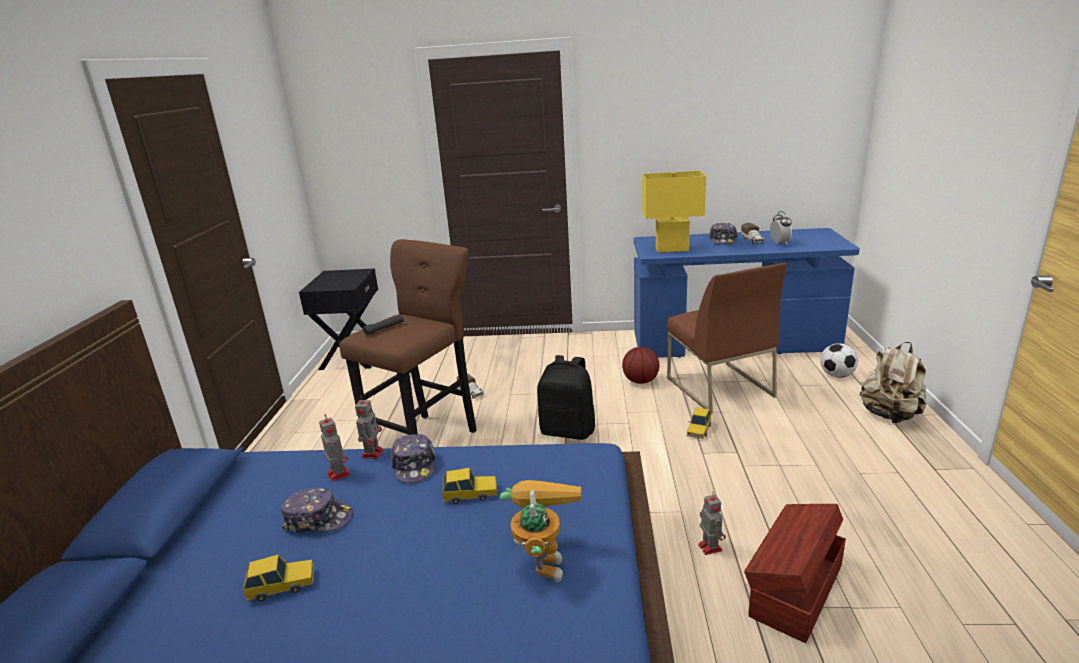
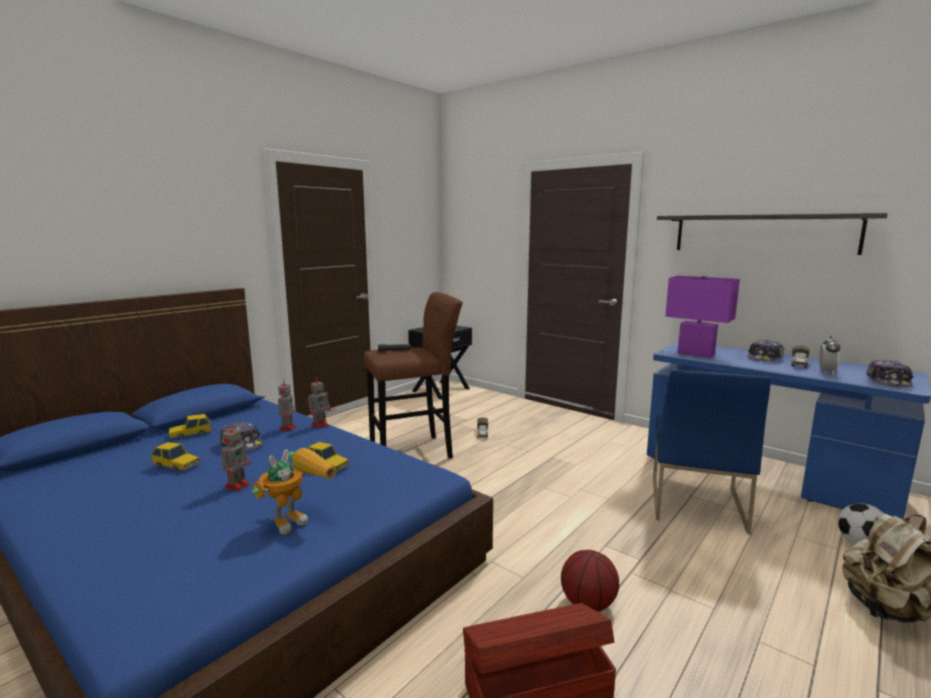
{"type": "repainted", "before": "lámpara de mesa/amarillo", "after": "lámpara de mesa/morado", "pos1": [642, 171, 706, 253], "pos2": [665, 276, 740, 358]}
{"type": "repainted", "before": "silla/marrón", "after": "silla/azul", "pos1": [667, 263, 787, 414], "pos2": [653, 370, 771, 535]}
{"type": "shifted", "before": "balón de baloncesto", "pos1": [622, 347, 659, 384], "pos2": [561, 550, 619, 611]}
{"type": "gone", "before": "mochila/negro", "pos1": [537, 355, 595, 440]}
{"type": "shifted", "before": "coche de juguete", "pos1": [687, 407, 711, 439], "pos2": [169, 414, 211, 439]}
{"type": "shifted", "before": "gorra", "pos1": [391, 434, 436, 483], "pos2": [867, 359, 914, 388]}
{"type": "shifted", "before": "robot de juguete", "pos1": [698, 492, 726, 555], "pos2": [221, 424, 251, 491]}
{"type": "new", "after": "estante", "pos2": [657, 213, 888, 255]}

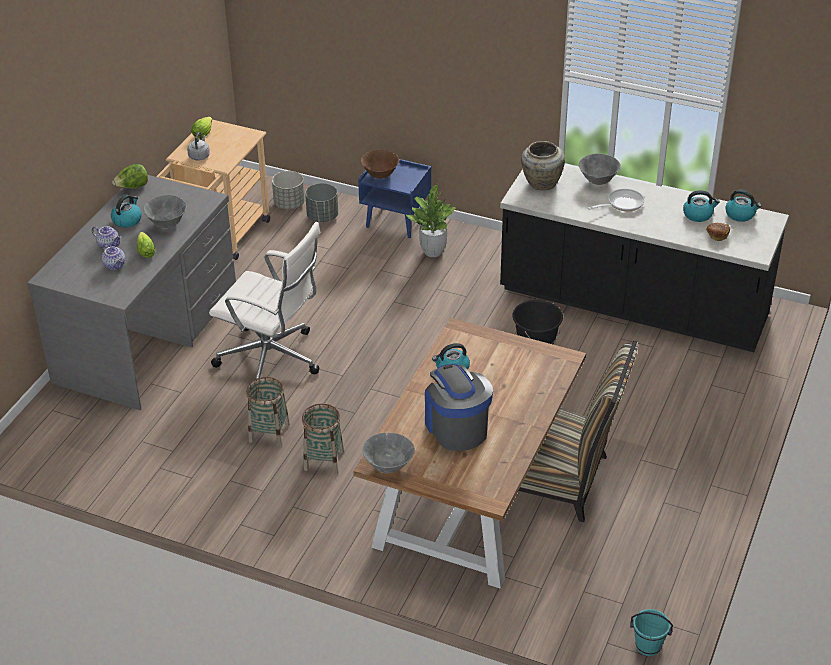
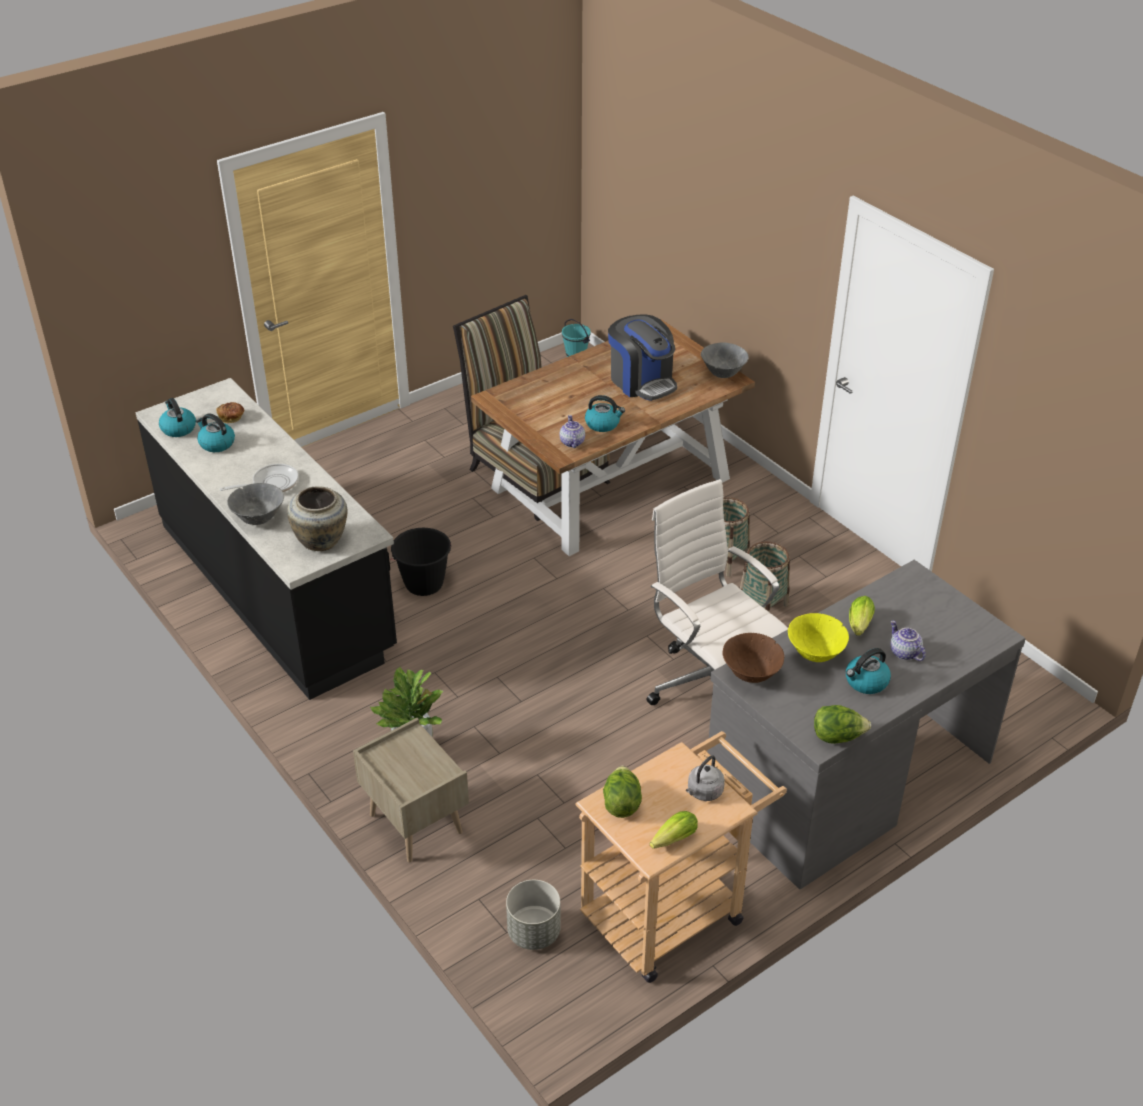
{"type": "shifted", "before": "cuenco/marrón", "pos1": [361, 150, 399, 179], "pos2": [722, 633, 784, 683]}
{"type": "repainted", "before": "mesita de noche/azul", "after": "mesita de noche/beis", "pos1": [358, 159, 431, 238], "pos2": [353, 718, 469, 862]}
{"type": "gone", "before": "maceta/gris", "pos1": [305, 183, 338, 222]}
{"type": "rotated", "before": "sartén", "pos1": [588, 189, 644, 212], "pos2": [220, 464, 299, 492], "turn": 150}
{"type": "repainted", "before": "cuenco/gris", "after": "cuenco/amarillo", "pos1": [144, 195, 186, 228], "pos2": [788, 613, 849, 662]}
{"type": "shifted", "before": "tetera", "pos1": [102, 244, 125, 270], "pos2": [559, 415, 585, 448]}
{"type": "rotated", "before": "cafetera", "pos1": [425, 364, 493, 451], "pos2": [608, 314, 677, 401], "turn": -45}
{"type": "new", "after": "lechuga", "pos2": [603, 766, 642, 818]}

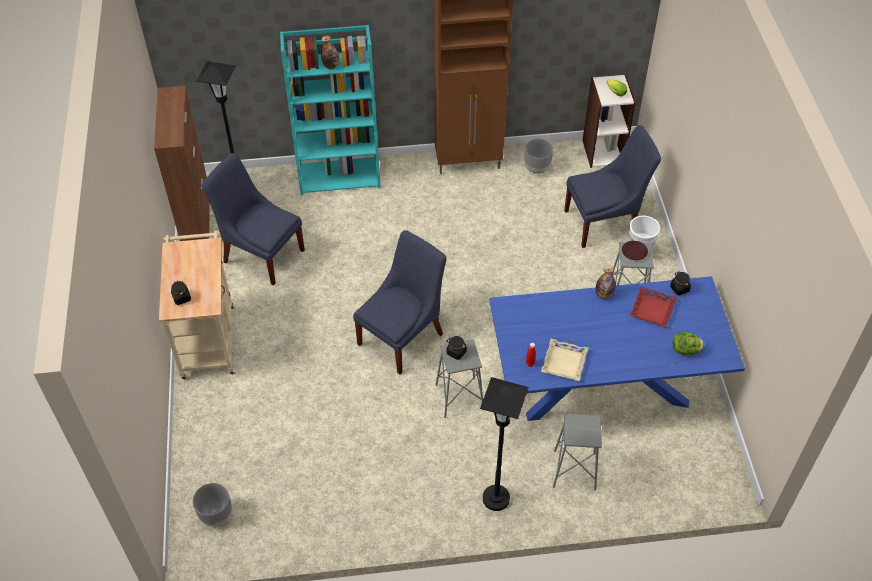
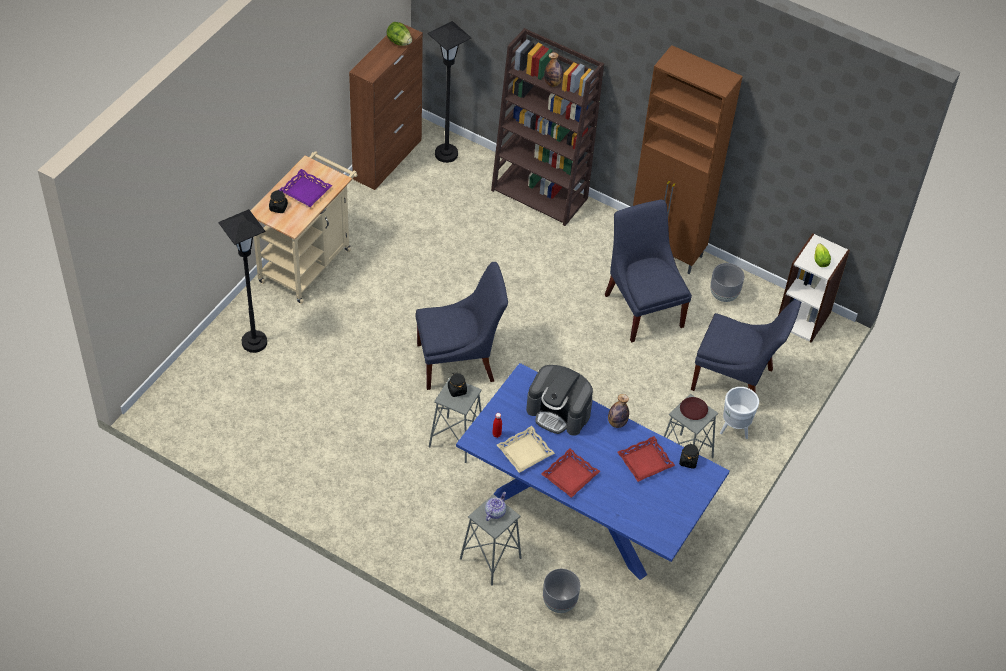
{"type": "repainted", "before": "estantería/turquesa", "after": "estantería/marrón", "pos1": [280, 25, 381, 195], "pos2": [491, 28, 604, 226]}
{"type": "shifted", "before": "silla/azul", "pos1": [202, 153, 305, 286], "pos2": [605, 200, 692, 342]}
{"type": "shifted", "before": "lechuga", "pos1": [673, 332, 704, 355], "pos2": [387, 22, 412, 46]}
{"type": "shifted", "before": "lámpara de pie/negro", "pos1": [480, 377, 529, 511], "pos2": [218, 209, 267, 353]}
{"type": "shifted", "before": "maceta/gris", "pos1": [193, 483, 232, 527], "pos2": [543, 569, 580, 613]}
{"type": "new", "after": "bandeja/morado", "pos2": [279, 169, 332, 207]}
{"type": "new", "after": "cafetera", "pos2": [526, 365, 593, 436]}
{"type": "new", "after": "bandeja/rojo", "pos2": [542, 448, 600, 498]}
{"type": "new", "after": "tetera", "pos2": [485, 492, 506, 521]}

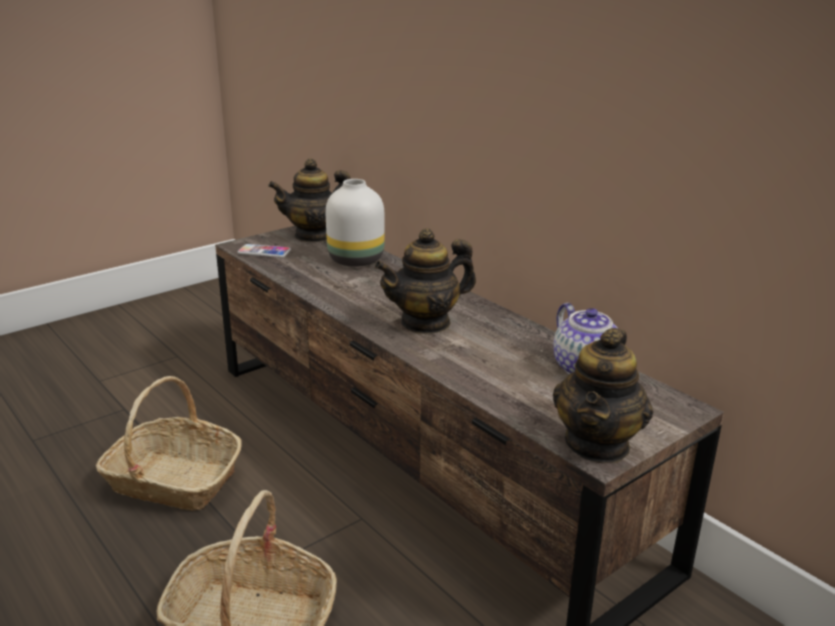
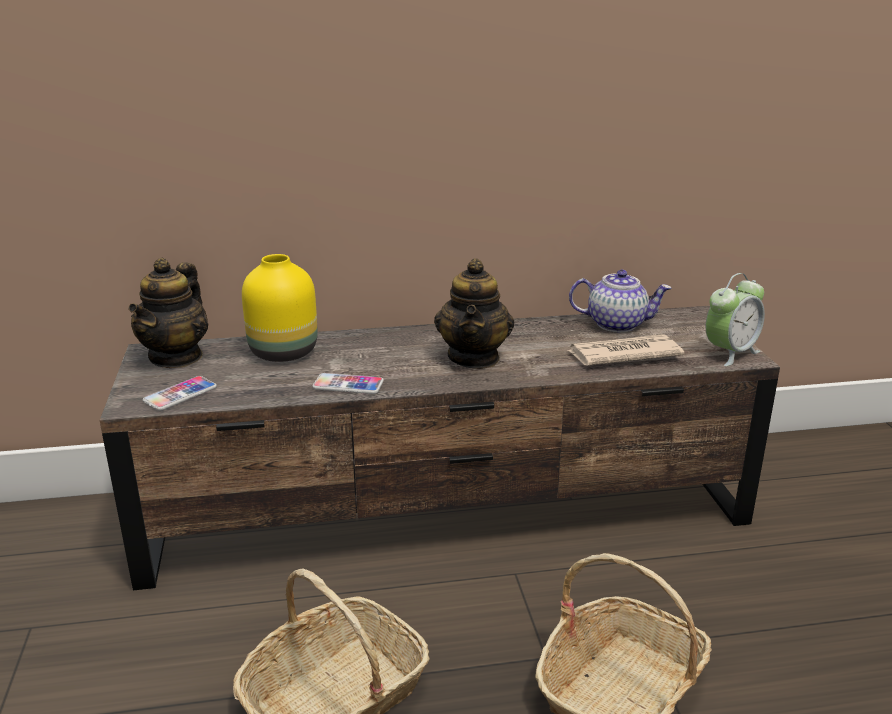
{"type": "repainted", "before": "florero/blanco", "after": "florero/amarillo", "pos1": [326, 179, 385, 267], "pos2": [242, 254, 318, 362]}
{"type": "swapped", "before": "tetera", "after": "despertador", "pos1": [553, 328, 653, 463], "pos2": [706, 273, 765, 366]}
{"type": "new", "after": "periódico", "pos2": [567, 334, 684, 366]}
{"type": "new", "after": "móvil", "pos2": [312, 373, 384, 394]}

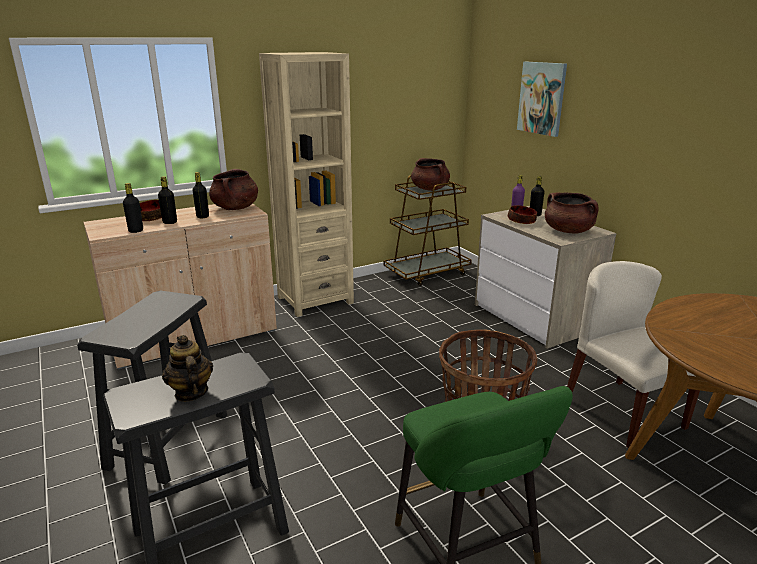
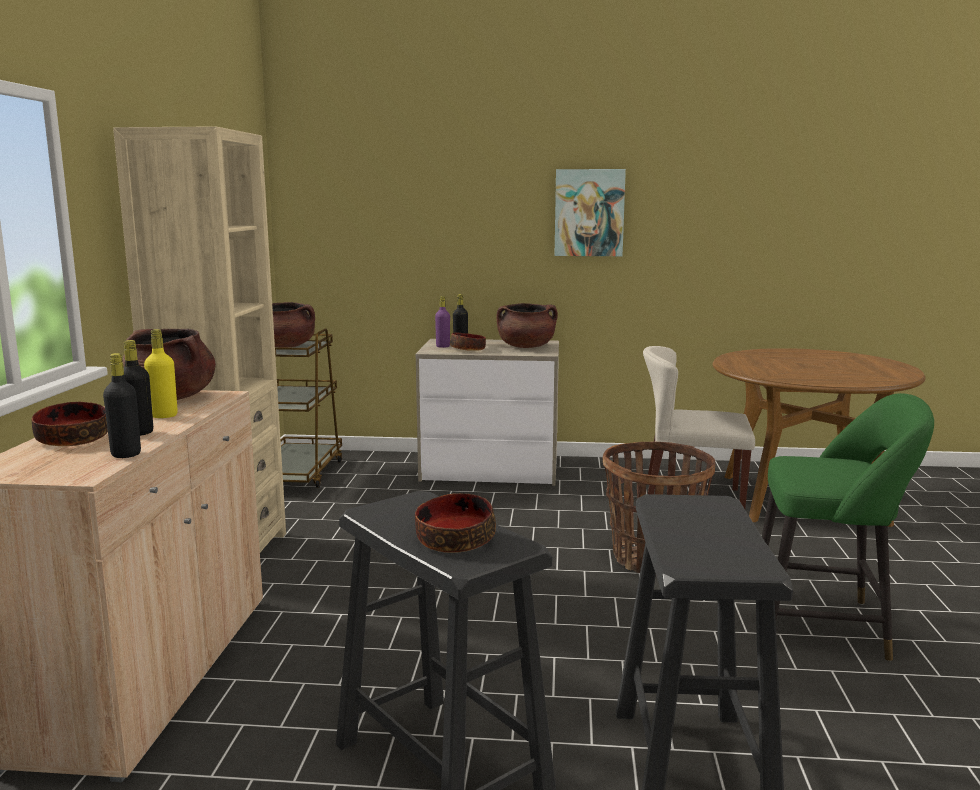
{"type": "shifted", "before": "cuadro", "pos1": [517, 62, 567, 137], "pos2": [555, 169, 626, 256]}
{"type": "repainted", "before": "botella/negro", "after": "botella/amarillo", "pos1": [192, 172, 209, 218], "pos2": [144, 329, 178, 418]}
{"type": "gone", "before": "tetera", "pos1": [162, 335, 213, 402]}
{"type": "new", "after": "cuenco", "pos2": [415, 493, 496, 553]}

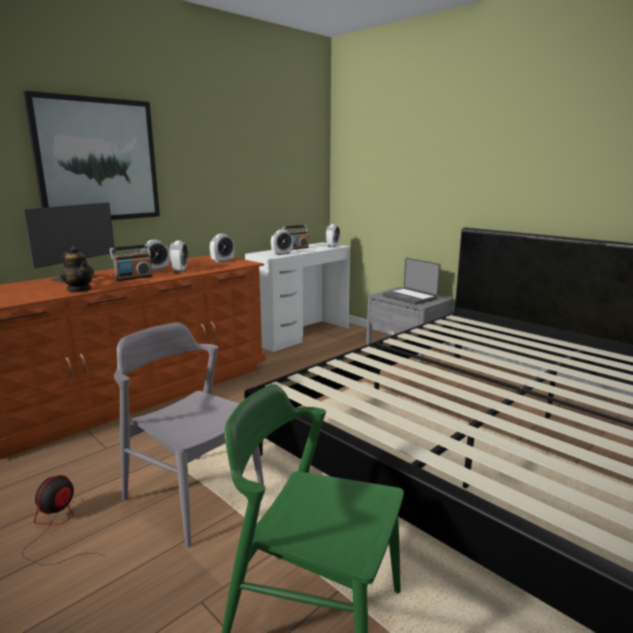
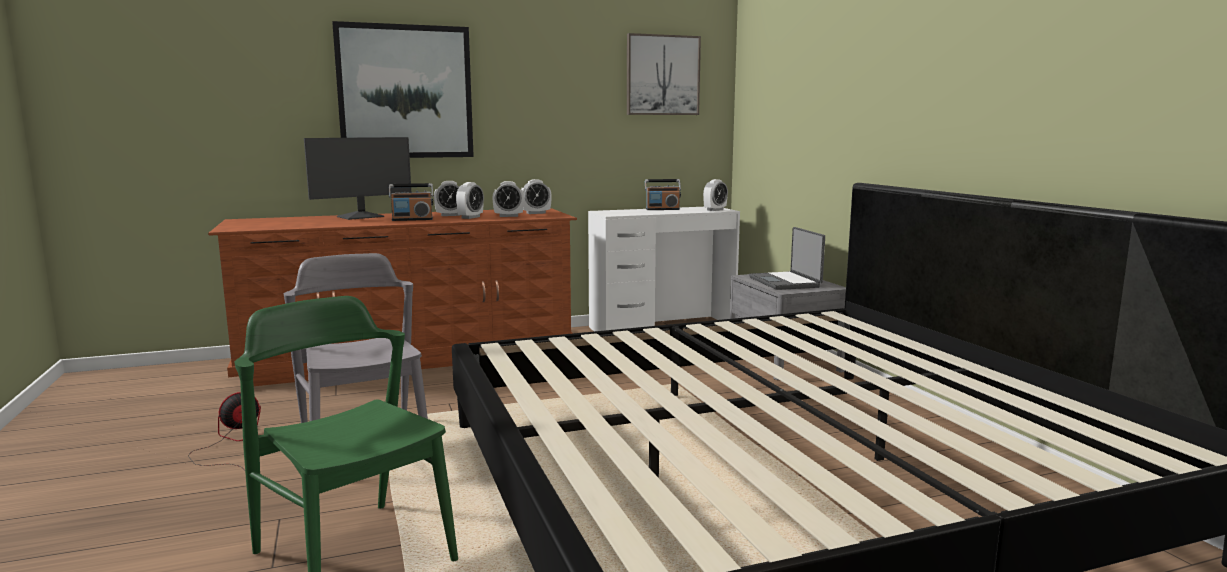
{"type": "shifted", "before": "despertador", "pos1": [271, 230, 293, 255], "pos2": [492, 181, 524, 217]}
{"type": "gone", "before": "tetera", "pos1": [60, 246, 94, 291]}
{"type": "new", "after": "cuadro", "pos2": [627, 33, 701, 115]}

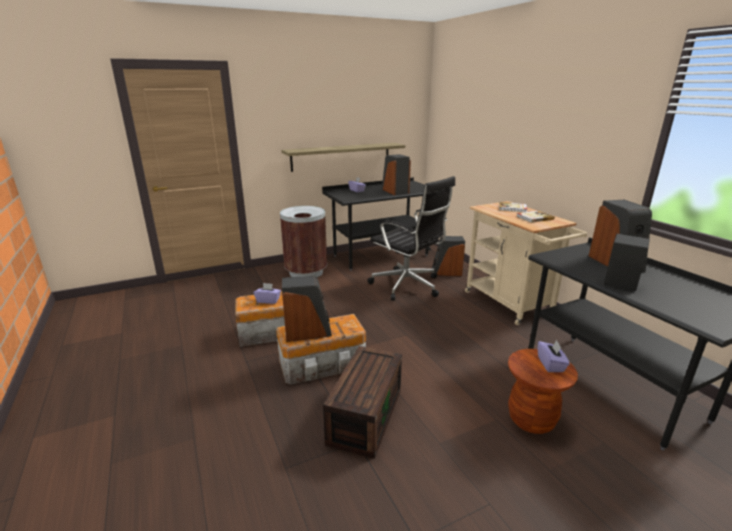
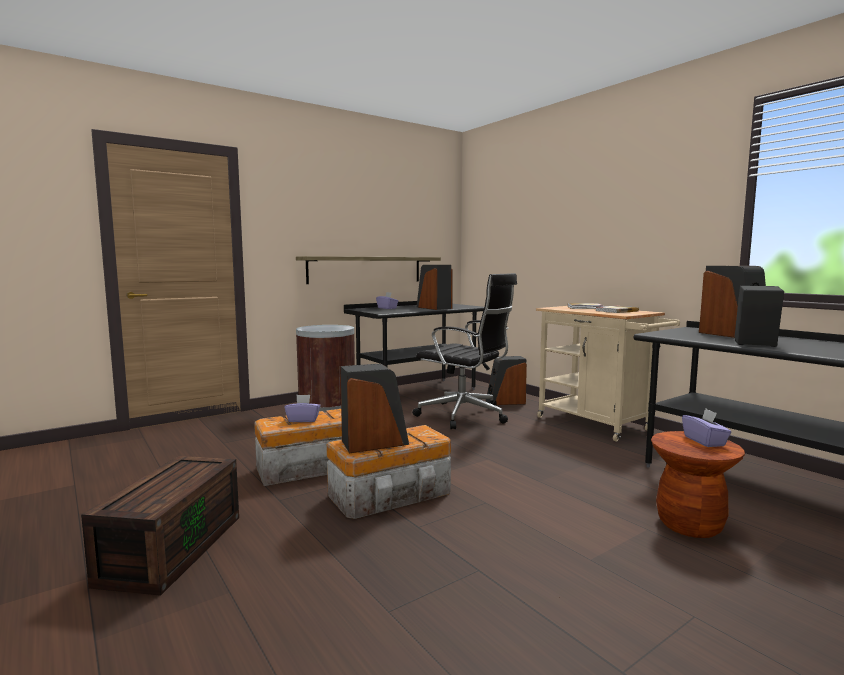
{"type": "shifted", "before": "caja de almacenaje/marrón", "pos1": [323, 346, 402, 459], "pos2": [81, 456, 239, 596]}

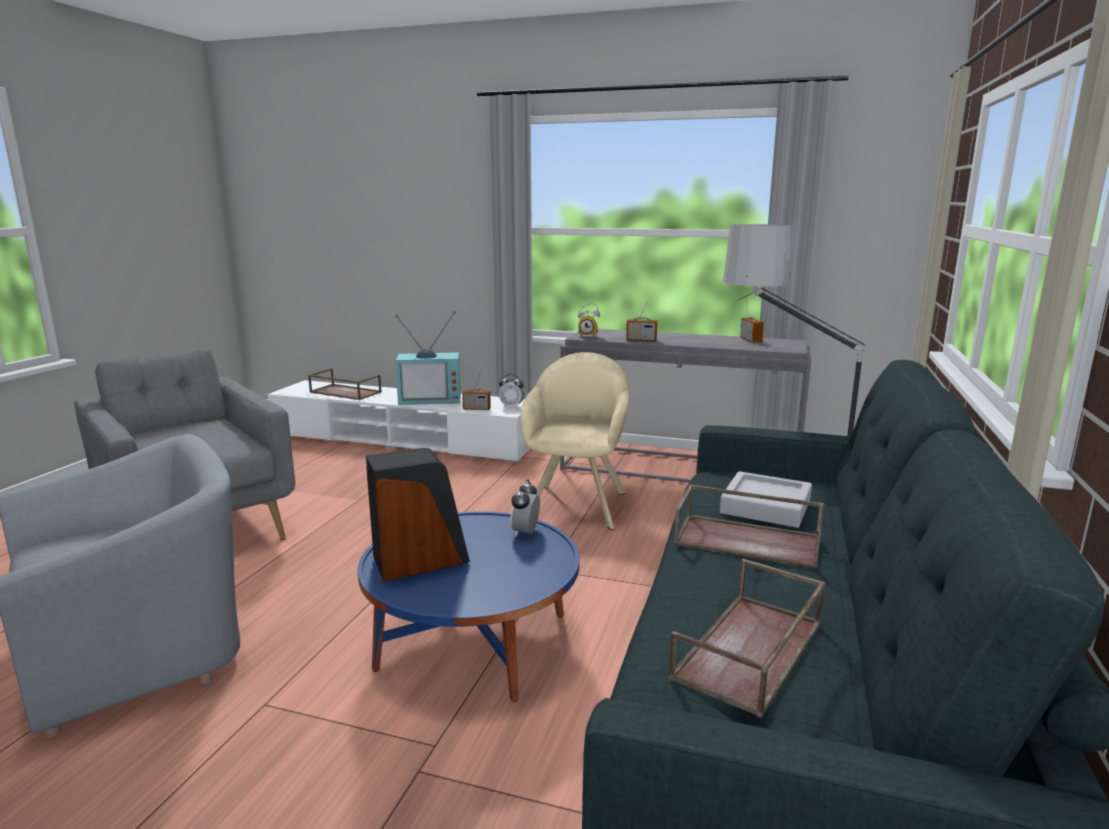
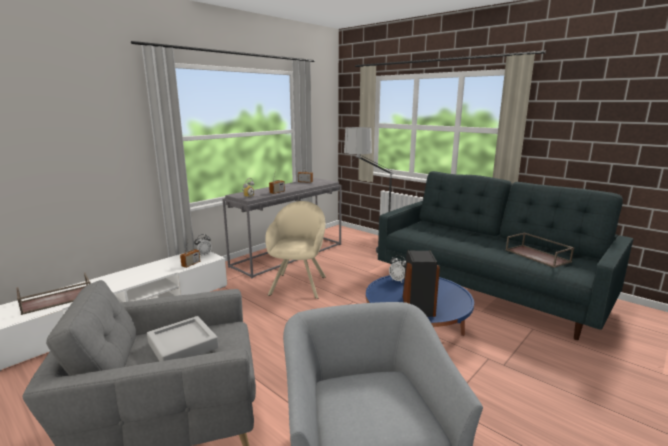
{"type": "gone", "before": "televisor", "pos1": [395, 310, 460, 405]}
{"type": "rotated", "before": "sillón/beis", "pos1": [521, 352, 630, 530], "pos2": [265, 201, 326, 299], "turn": 60}
{"type": "shifted", "before": "bandeja/gris", "pos1": [720, 471, 812, 528], "pos2": [147, 316, 218, 361]}
{"type": "gone", "before": "bandeja/marrón", "pos1": [674, 484, 824, 569]}

